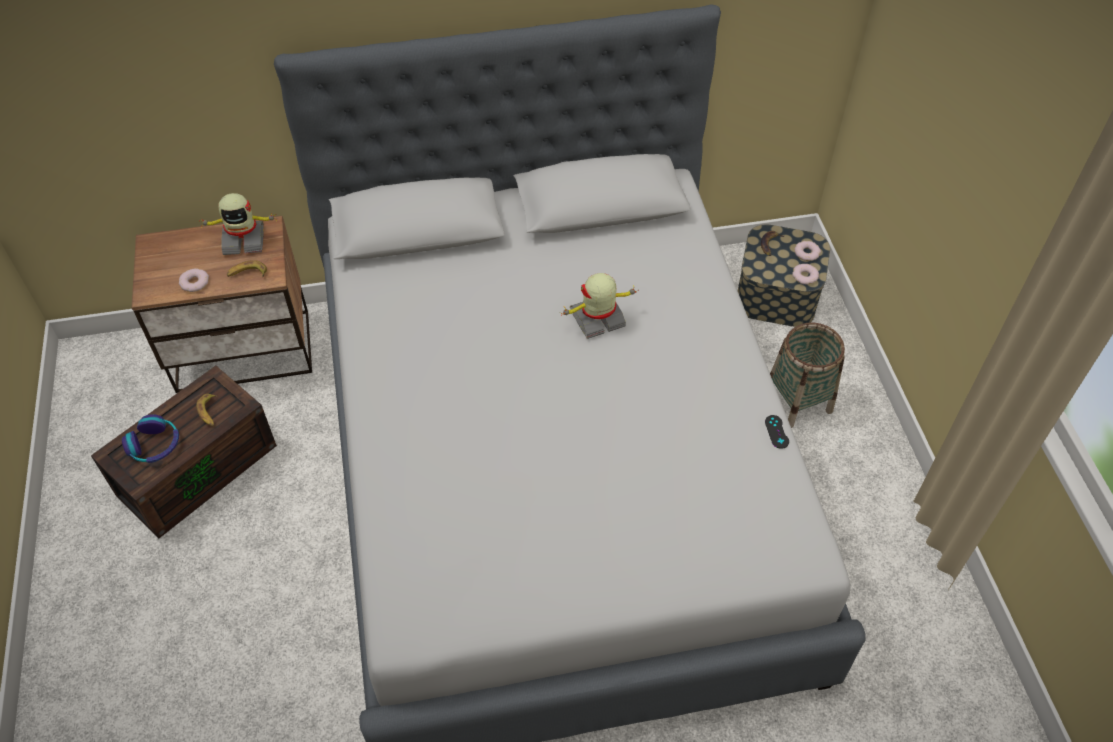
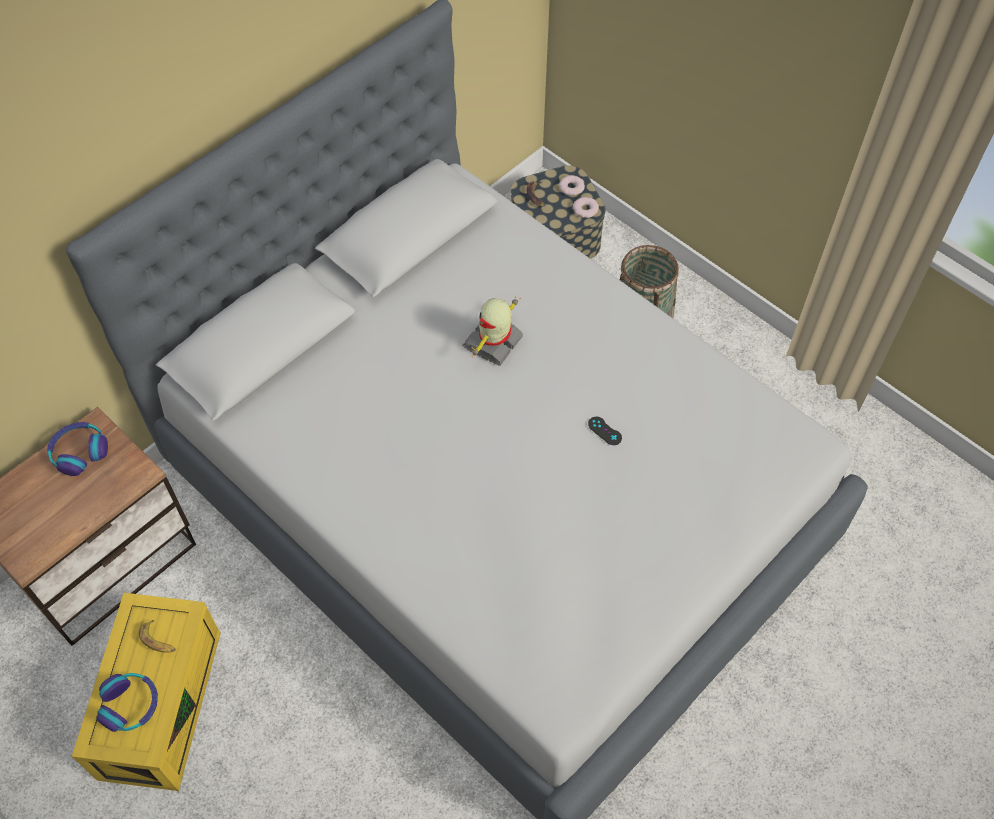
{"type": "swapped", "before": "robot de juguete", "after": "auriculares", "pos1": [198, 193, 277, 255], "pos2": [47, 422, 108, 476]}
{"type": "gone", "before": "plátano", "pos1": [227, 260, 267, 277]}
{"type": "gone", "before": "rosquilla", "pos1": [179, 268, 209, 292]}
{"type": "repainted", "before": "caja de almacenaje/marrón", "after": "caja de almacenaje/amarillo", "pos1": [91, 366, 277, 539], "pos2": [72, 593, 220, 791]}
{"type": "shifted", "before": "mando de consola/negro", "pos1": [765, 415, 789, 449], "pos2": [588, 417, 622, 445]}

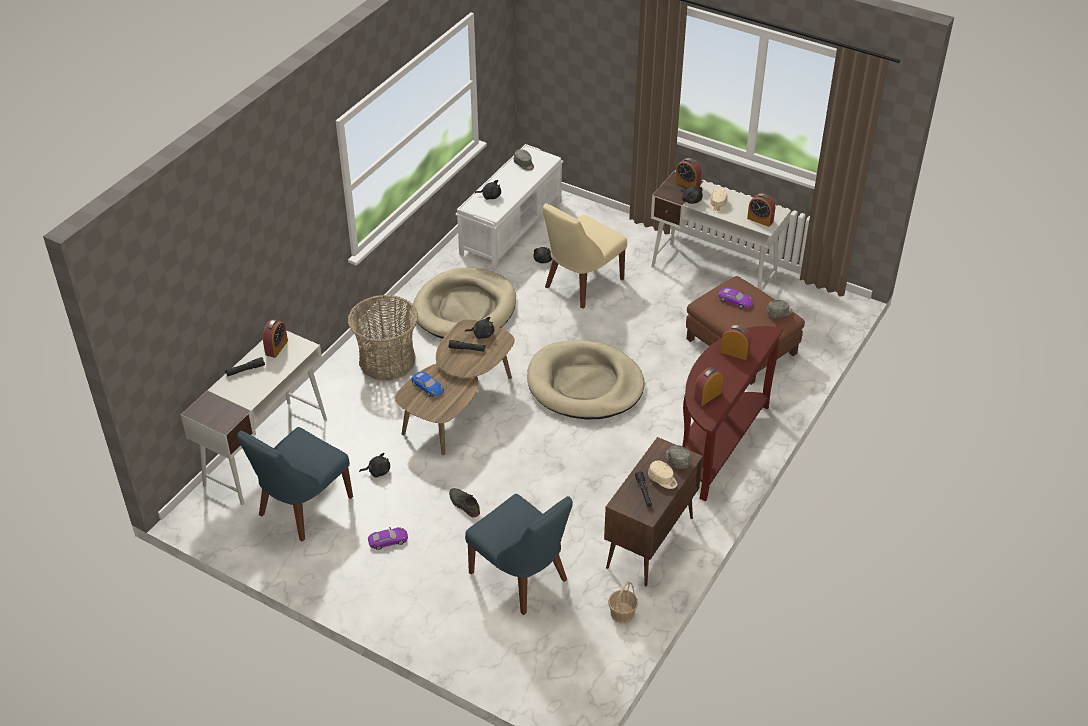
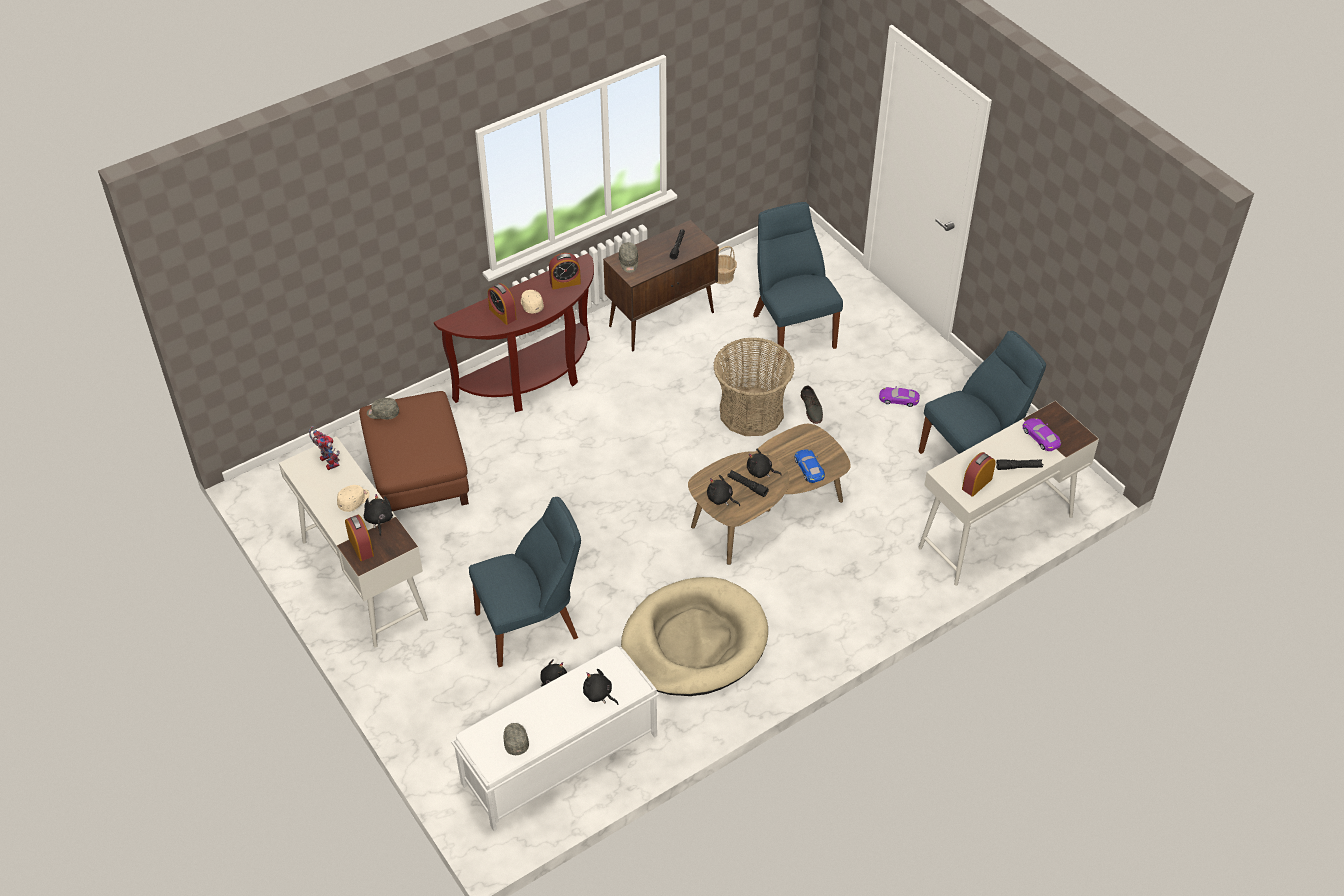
{"type": "swapped", "before": "despertador", "after": "robot de juguete", "pos1": [747, 193, 775, 227], "pos2": [309, 426, 340, 470]}
{"type": "repainted", "before": "silla/beis", "after": "silla/azul", "pos1": [543, 203, 627, 309], "pos2": [469, 497, 581, 667]}
{"type": "shifted", "before": "coche de juguete/morado", "pos1": [718, 288, 753, 309], "pos2": [1023, 418, 1061, 451]}
{"type": "shifted", "before": "cesta", "pos1": [348, 295, 418, 380], "pos2": [713, 337, 795, 436]}
{"type": "gone", "before": "cama para perro/beis", "pos1": [527, 340, 644, 419]}
{"type": "shifted", "before": "peluche/negro", "pos1": [359, 453, 390, 477], "pos2": [747, 449, 782, 478]}
{"type": "shifted", "before": "gorra/beis", "pos1": [648, 461, 677, 489], "pos2": [521, 290, 544, 313]}

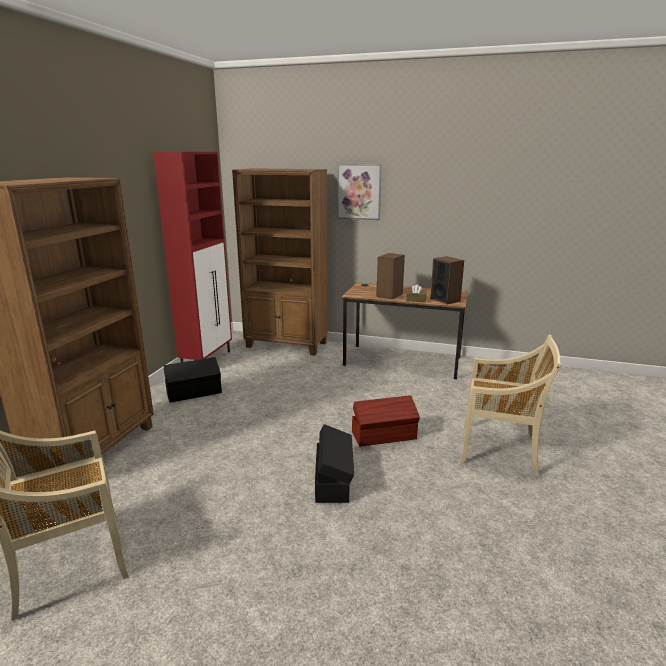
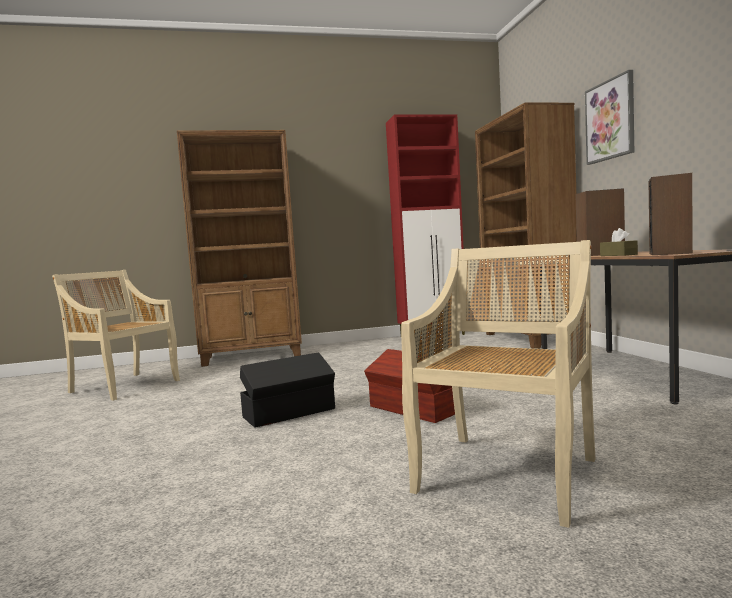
{"type": "rotated", "before": "silla/beis", "pos1": [460, 335, 561, 476], "pos2": [401, 240, 596, 528], "turn": -135}
{"type": "gone", "before": "caja de almacenaje/negro", "pos1": [164, 357, 222, 403]}

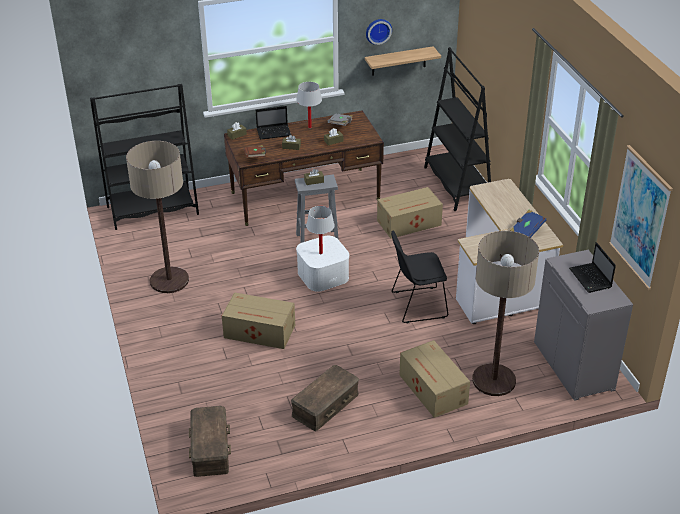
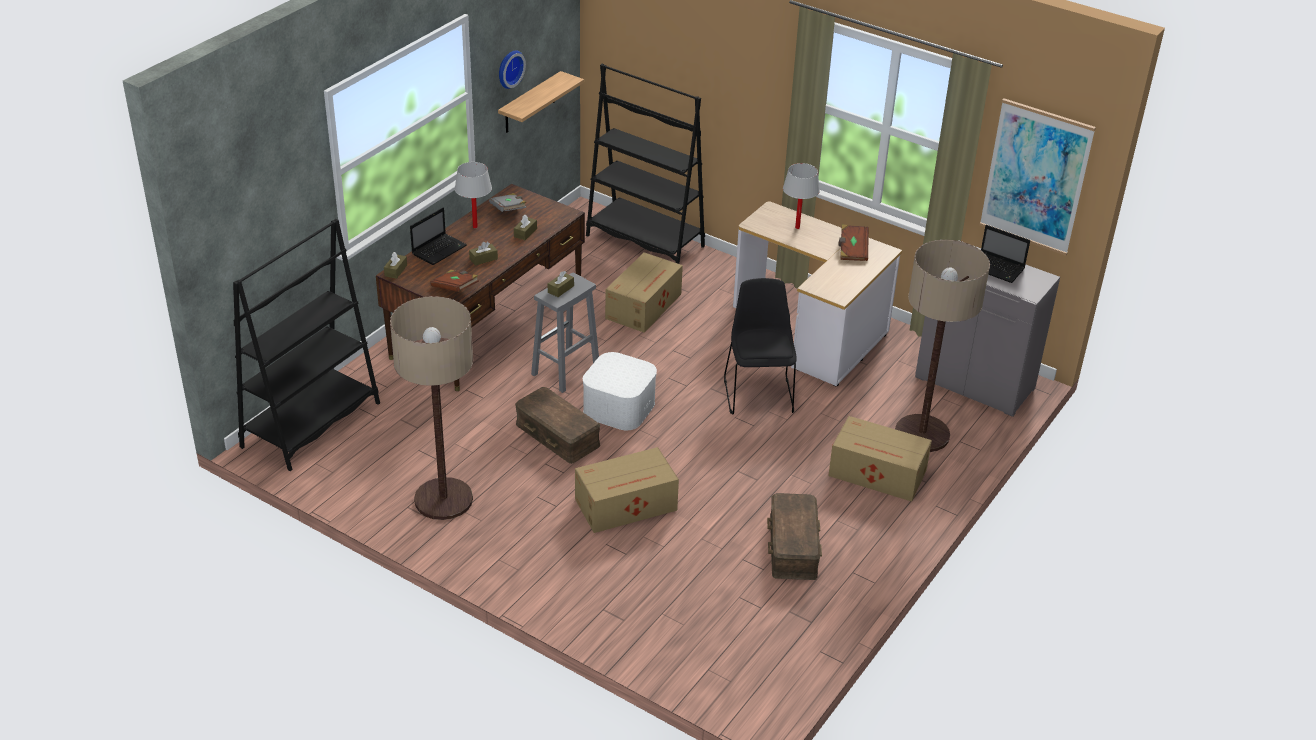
{"type": "shifted", "before": "lámpara de mesa/blanco", "pos1": [306, 206, 335, 254], "pos2": [783, 163, 820, 229]}
{"type": "repainted", "before": "libro/azul", "after": "libro/marrón", "pos1": [510, 210, 546, 238], "pos2": [838, 224, 869, 261]}
{"type": "rotated", "before": "silla/negro", "pos1": [391, 231, 448, 324], "pos2": [724, 278, 796, 415], "turn": 135}
{"type": "shifted", "before": "caja de almacenaje/marrón", "pos1": [189, 406, 231, 477], "pos2": [515, 387, 601, 464]}

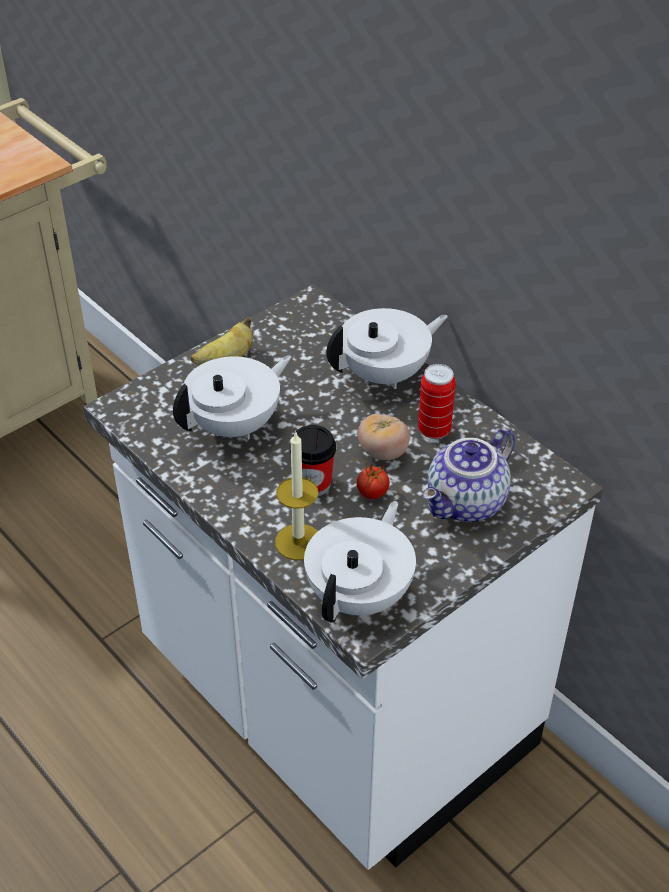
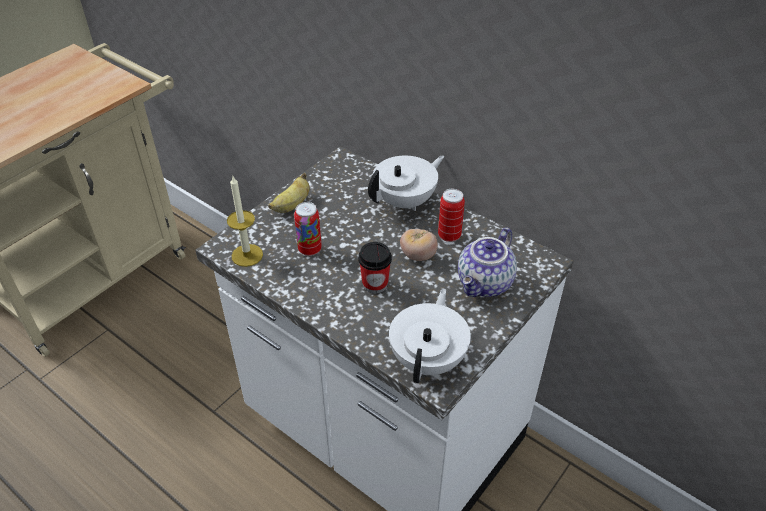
{"type": "swapped", "before": "tetera/blanco", "after": "lata", "pos1": [173, 355, 291, 440], "pos2": [294, 202, 322, 256]}
{"type": "shifted", "before": "vela", "pos1": [275, 431, 318, 560], "pos2": [227, 175, 263, 267]}
{"type": "gone", "before": "tomate", "pos1": [357, 462, 390, 499]}

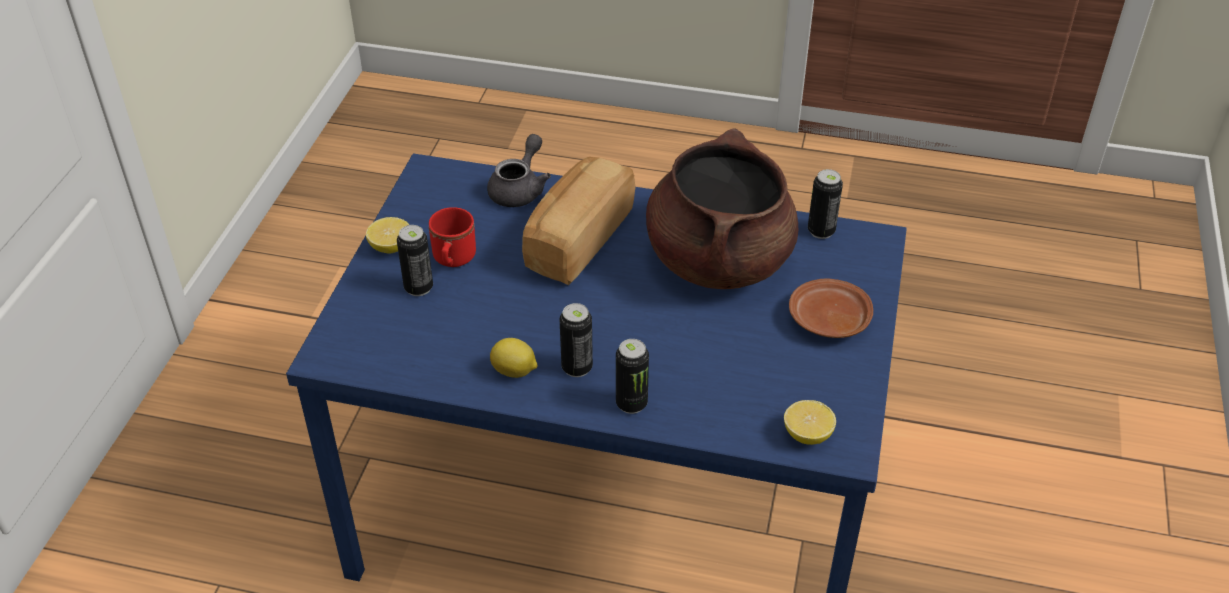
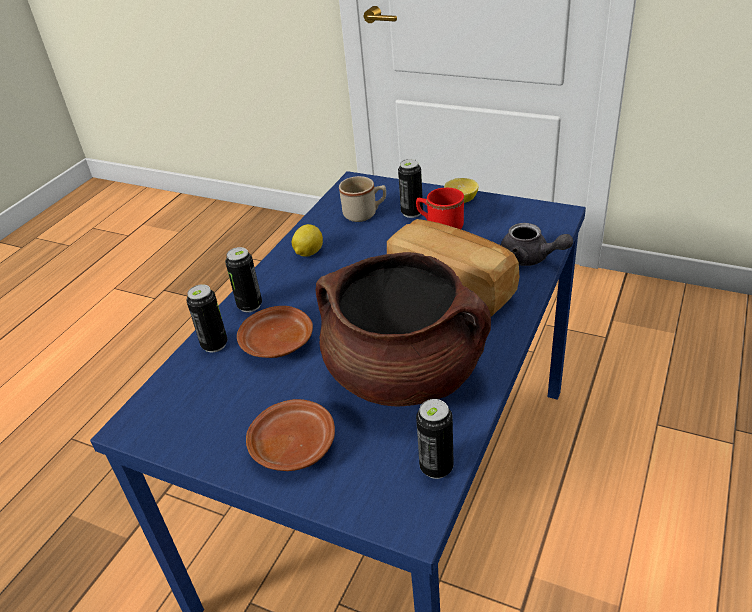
{"type": "shifted", "before": "lata", "pos1": [559, 303, 593, 377], "pos2": [186, 284, 228, 352]}
{"type": "gone", "before": "limón", "pos1": [784, 400, 836, 445]}
{"type": "new", "after": "taza grande/beis", "pos2": [339, 176, 386, 222]}
{"type": "new", "after": "plato/marrón", "pos2": [237, 306, 313, 358]}

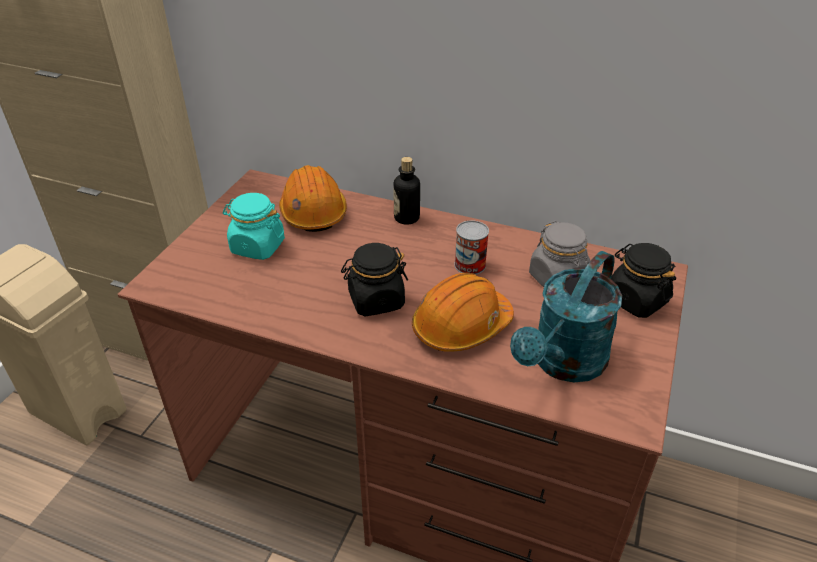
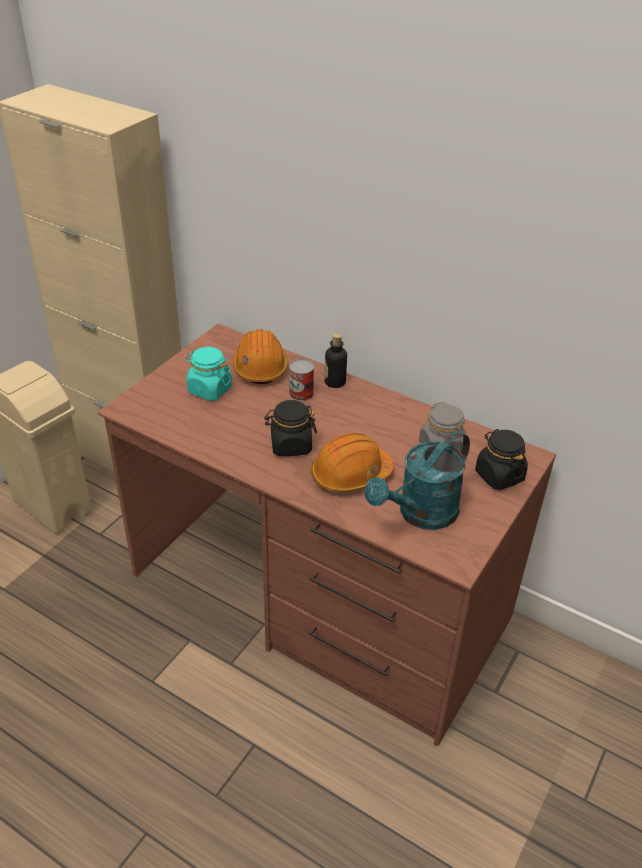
{"type": "shifted", "before": "lata", "pos1": [454, 220, 489, 275], "pos2": [289, 359, 314, 401]}

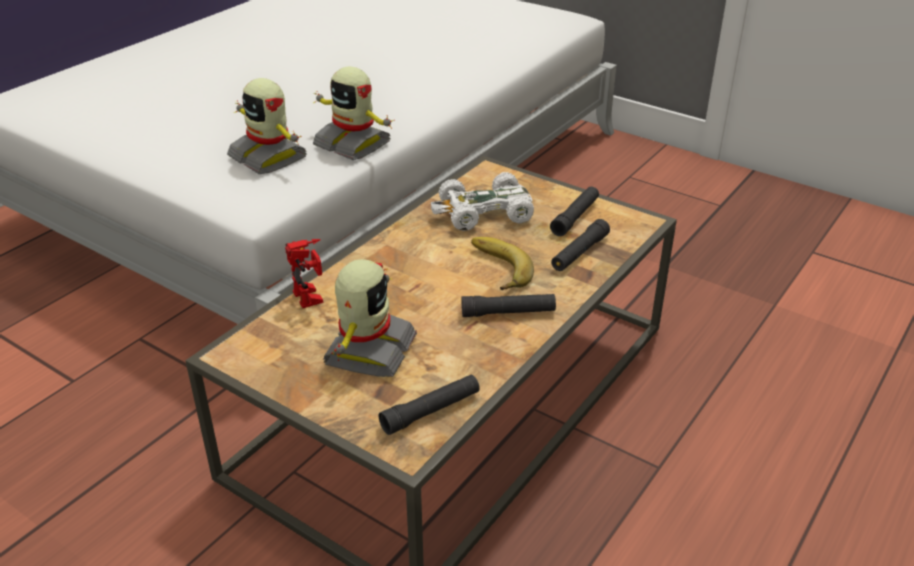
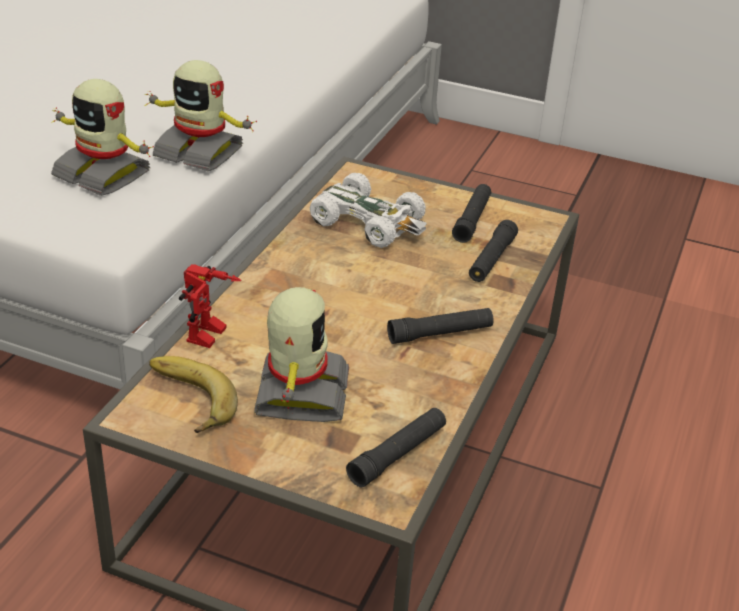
{"type": "rotated", "before": "coche de juguete/blanco", "pos1": [431, 172, 534, 231], "pos2": [309, 173, 427, 248], "turn": -120}
{"type": "shifted", "before": "plátano", "pos1": [471, 237, 534, 290], "pos2": [149, 356, 238, 433]}
{"type": "rotated", "before": "robot de juguete", "pos1": [285, 239, 323, 308], "pos2": [179, 264, 242, 348], "turn": 60}

